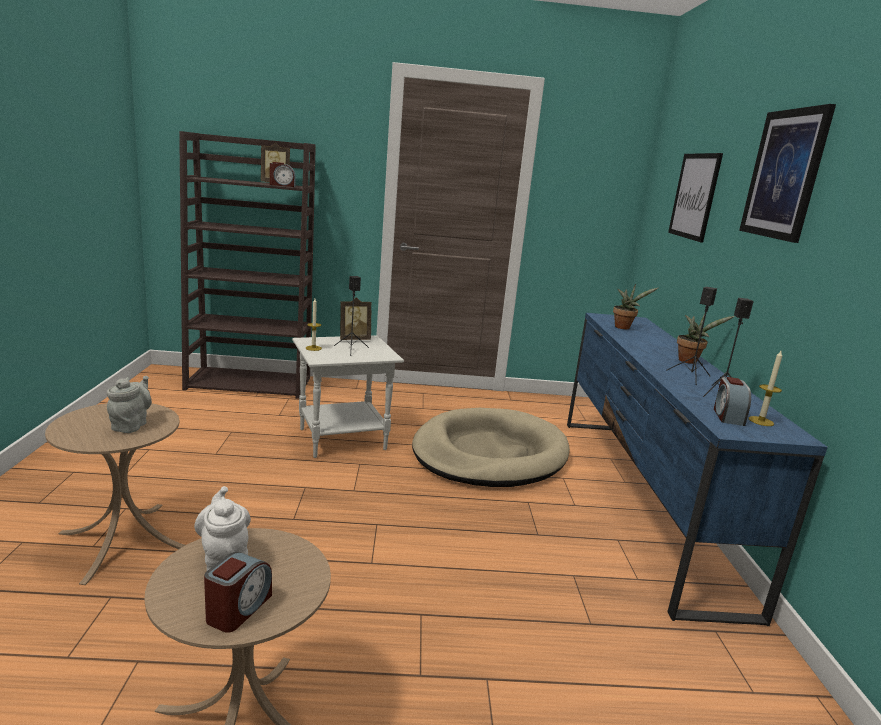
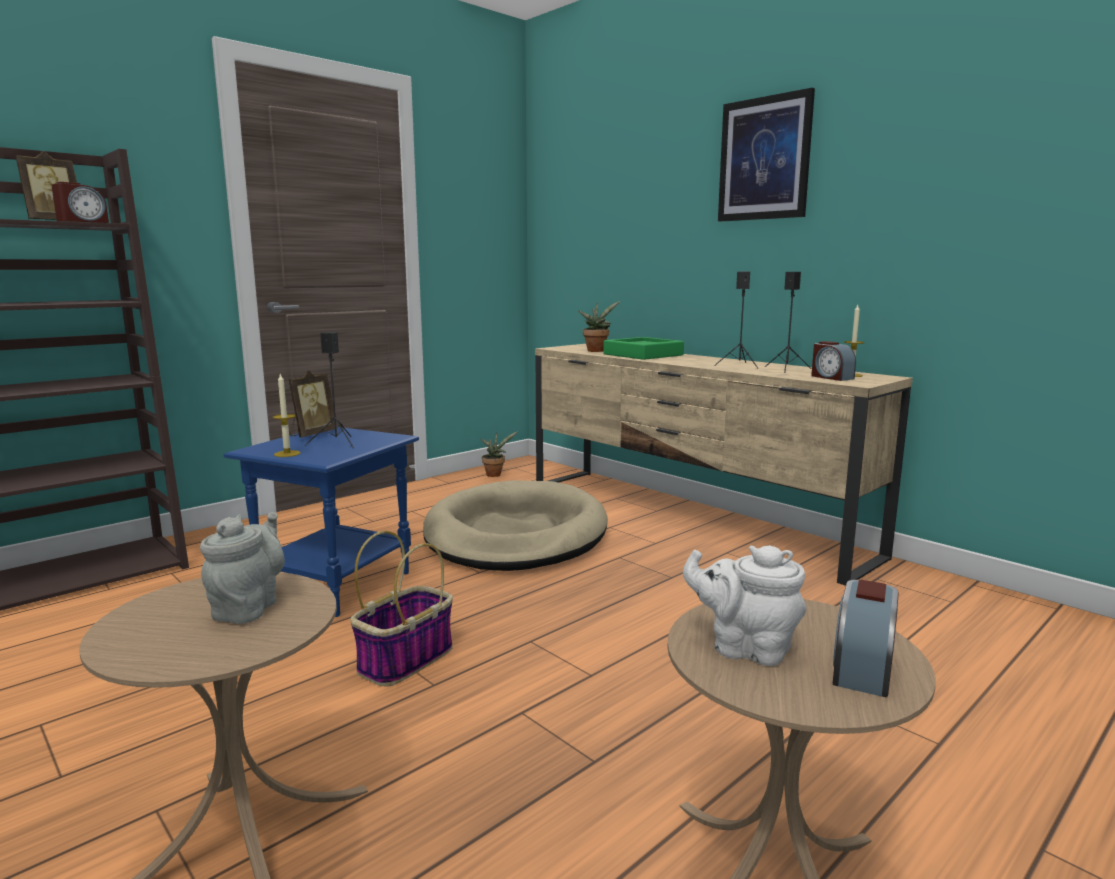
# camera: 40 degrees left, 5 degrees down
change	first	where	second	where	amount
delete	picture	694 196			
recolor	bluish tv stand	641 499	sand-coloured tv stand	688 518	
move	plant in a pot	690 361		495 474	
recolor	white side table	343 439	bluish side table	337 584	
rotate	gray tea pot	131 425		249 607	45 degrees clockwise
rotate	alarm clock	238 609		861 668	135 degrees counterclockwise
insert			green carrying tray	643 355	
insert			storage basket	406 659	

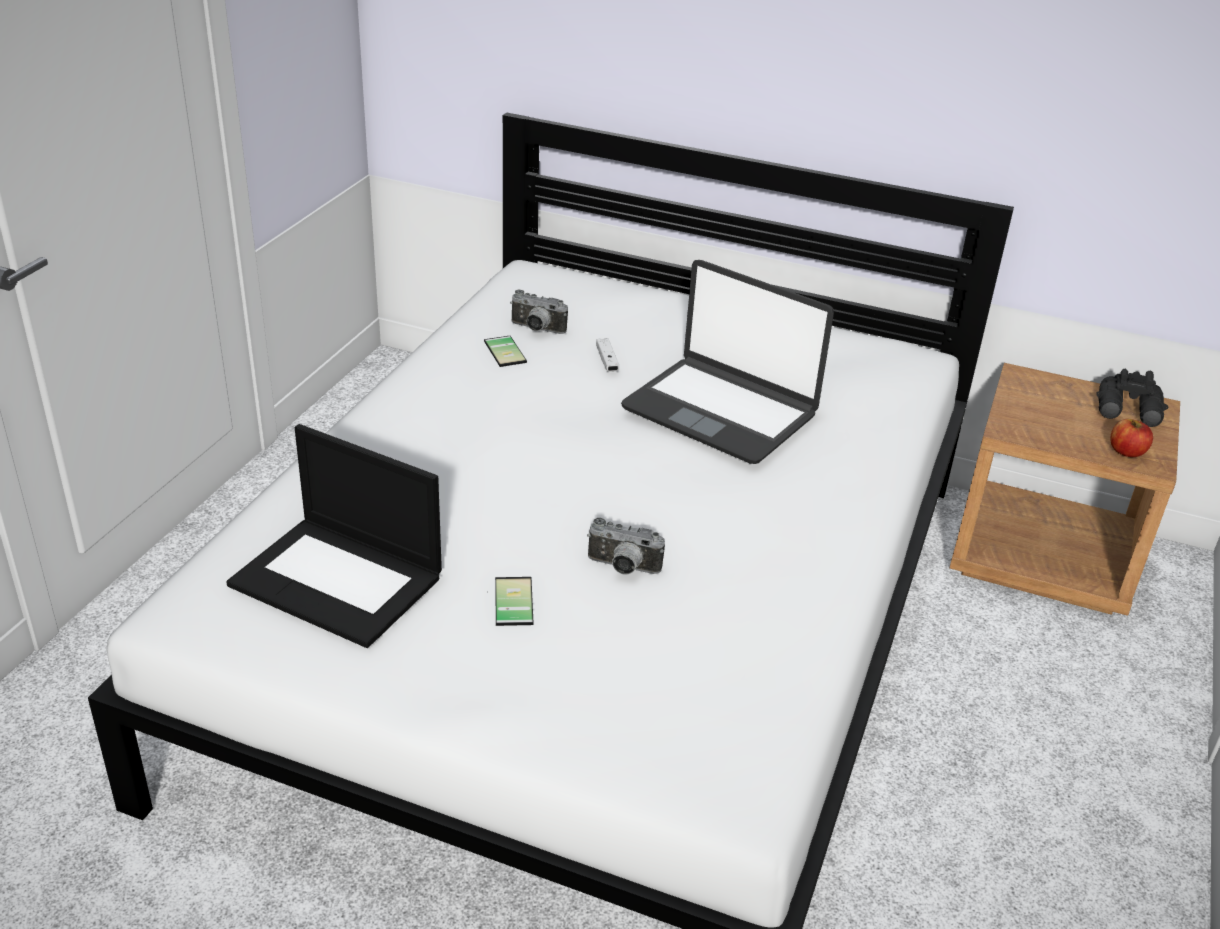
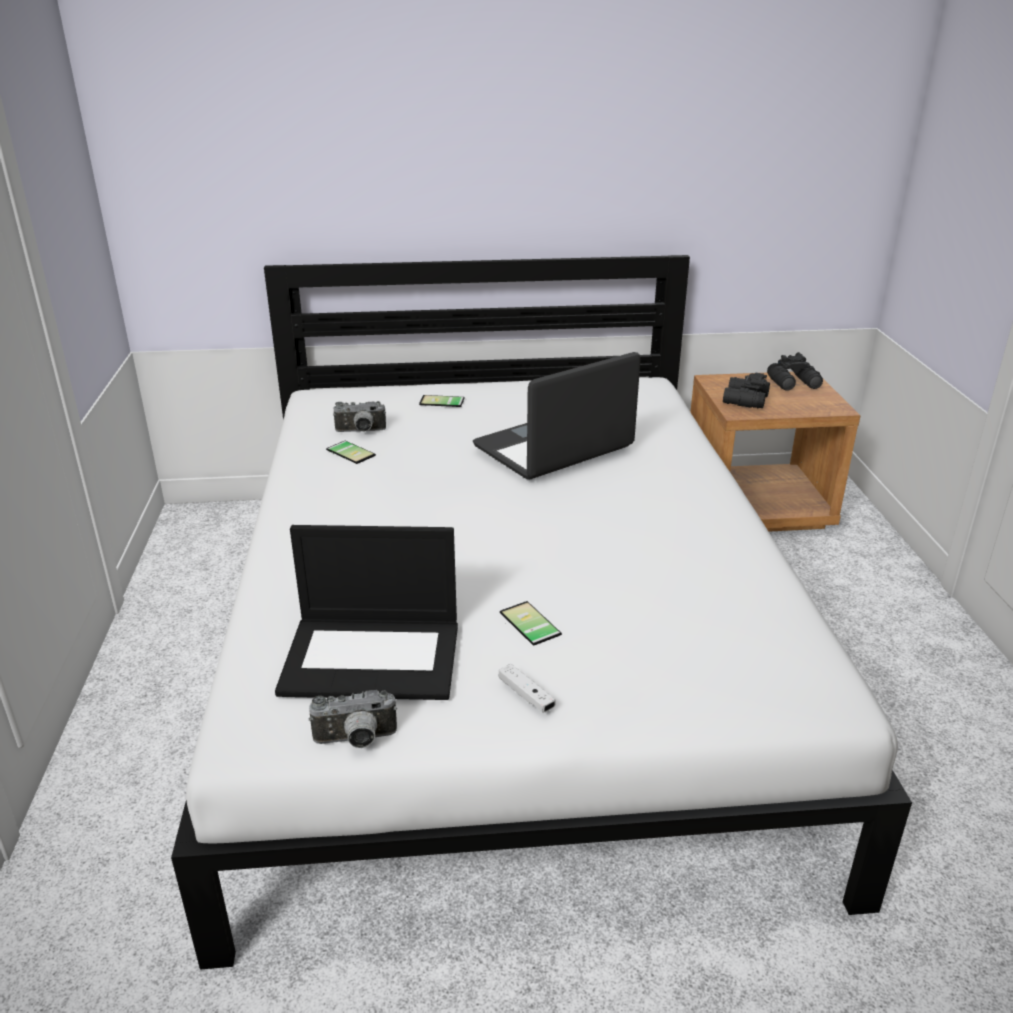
# camera: 25 degrees left, 5 degrees down
change	first	where	second	where	amount
rotate	portable computer	720 411		554 448	135 degrees clockwise
move	white game controller	607 361		526 695	
delete	apple	1126 452			
move	still camera	622 568		356 741	
insert			black-coloured pair of binoculars	744 400	
insert			telephone	441 402	

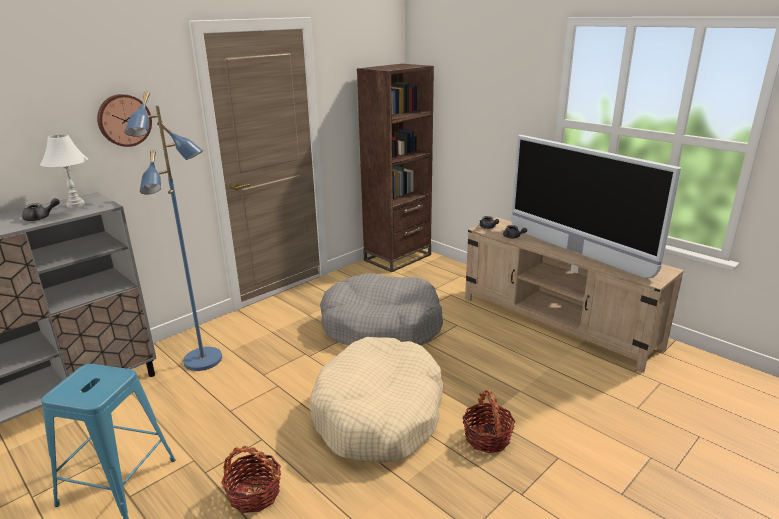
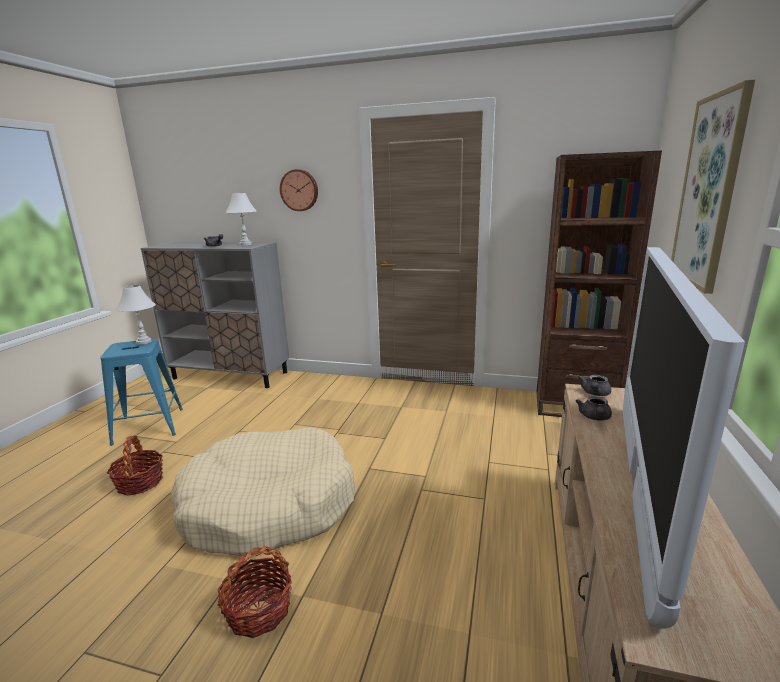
# camera: 60 degrees right, 5 degrees down
change	first	where	second	where	amount
delete	bluish standing lamp	203 360			
delete	gray pet bed	381 326			
insert			picture	709 192	
insert			white table lamp	144 342	

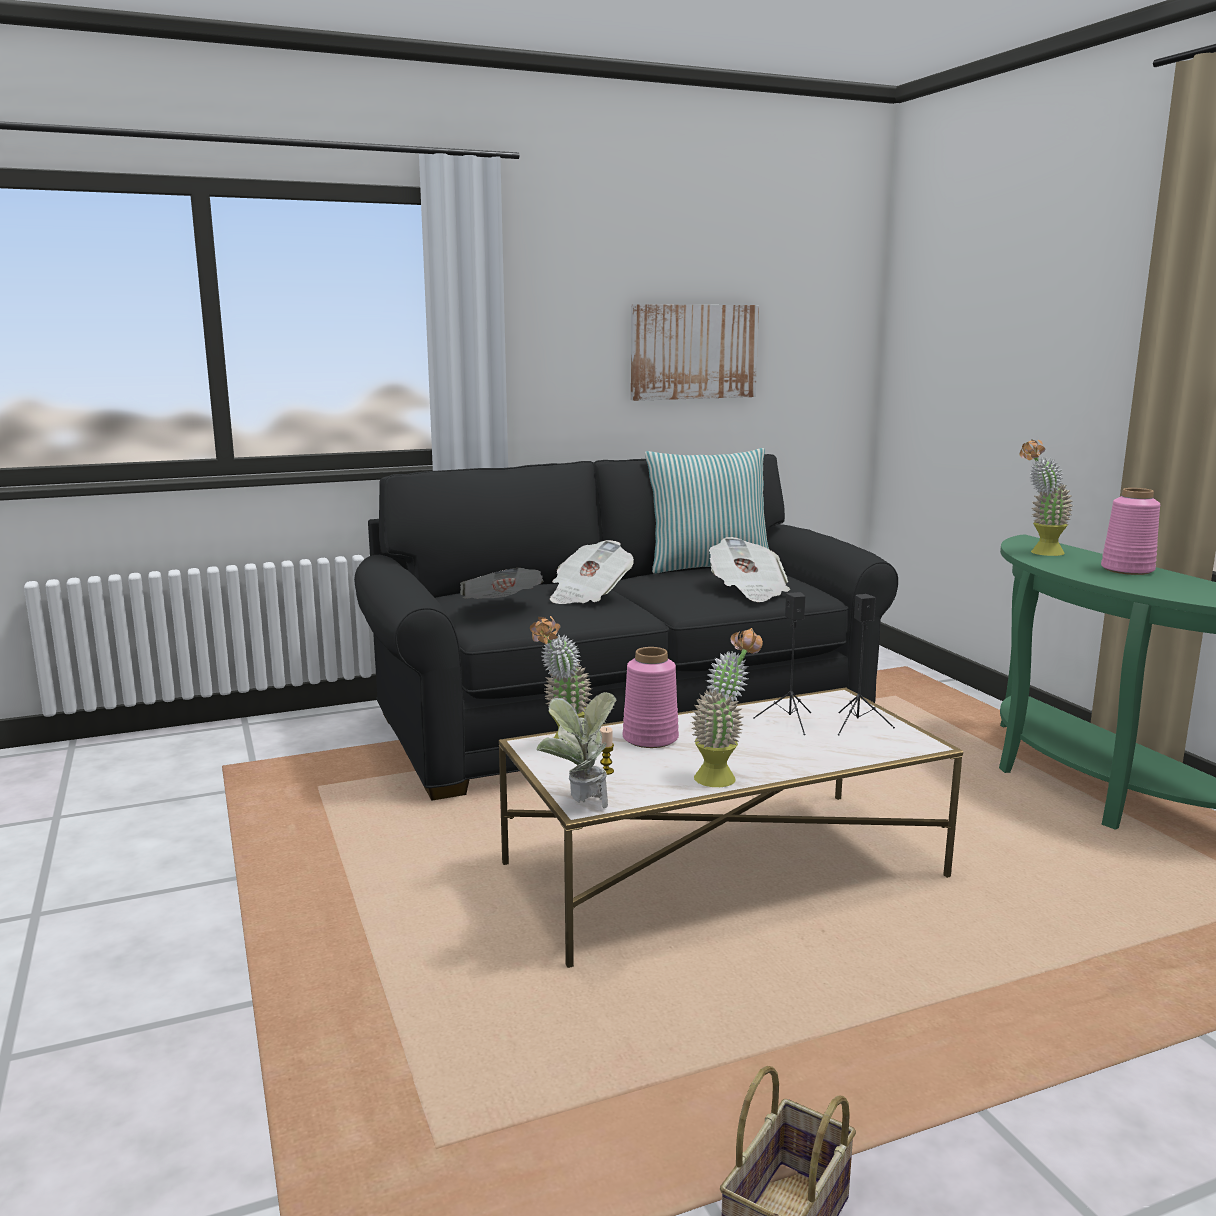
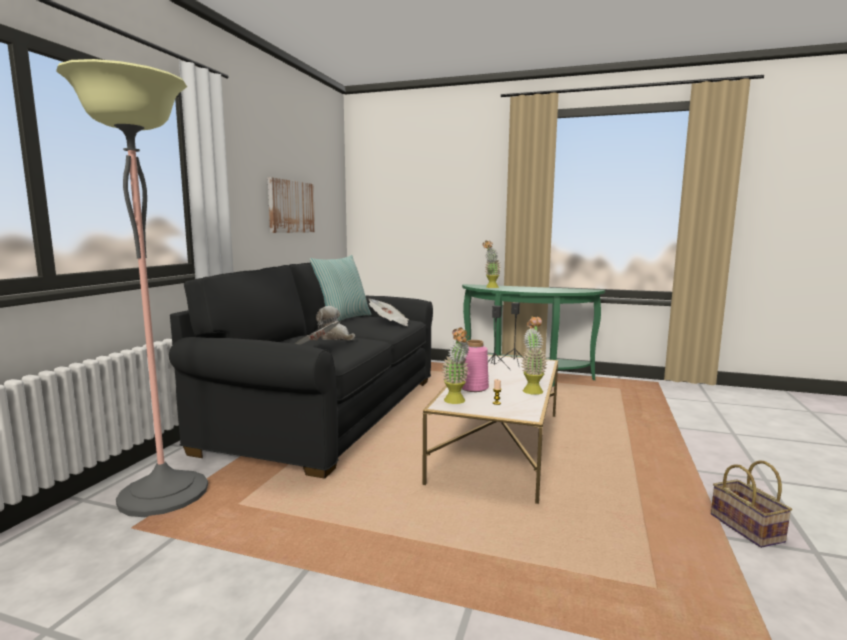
# camera: 50 degrees left, 5 degrees down
change	first	where	second	where	amount
delete	pink flower vase	1128 570			
replace	newspaper	588 596	cuddly toy	335 337	
delete	plant in a pot	580 806			
insert			standing lamp	163 494	

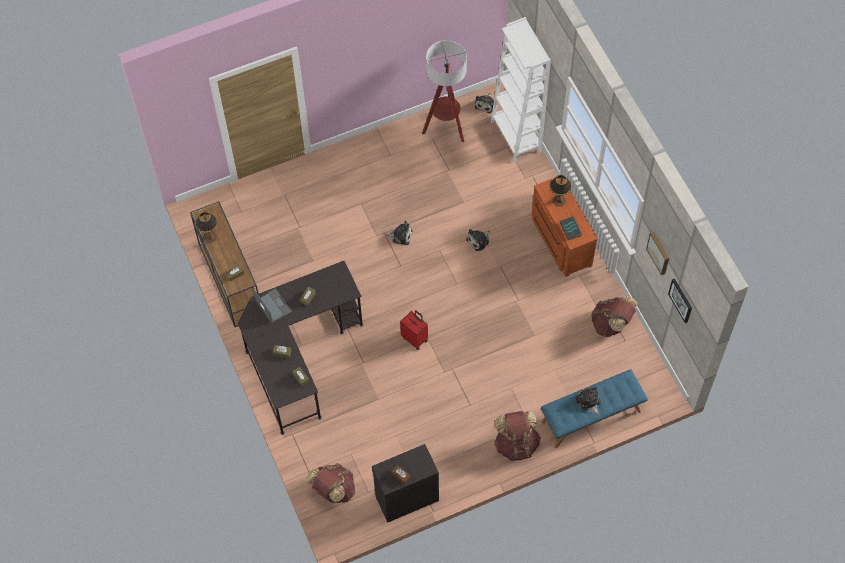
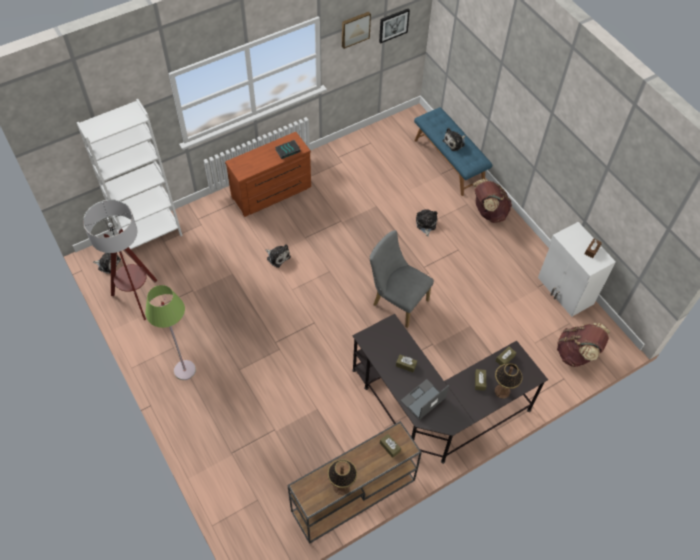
# camera: 100 degrees left, 5 degrees down
change	first	where	second	where	amount
move	table lamp	558 201		502 391	
move	cuddly toy	401 236		426 224	
delete	brownish rucksack	611 324			
replace	red suitcase	415 338	gray upright chair	397 301	
recolor	black-coloured storage cabinet	406 498	white storage cabinet	565 291	
insert			green standing lamp	184 370	

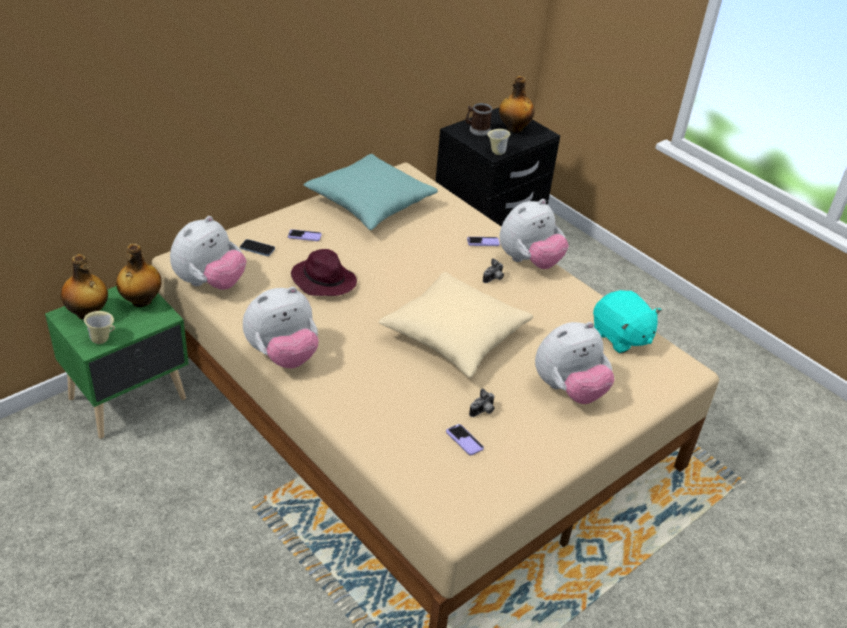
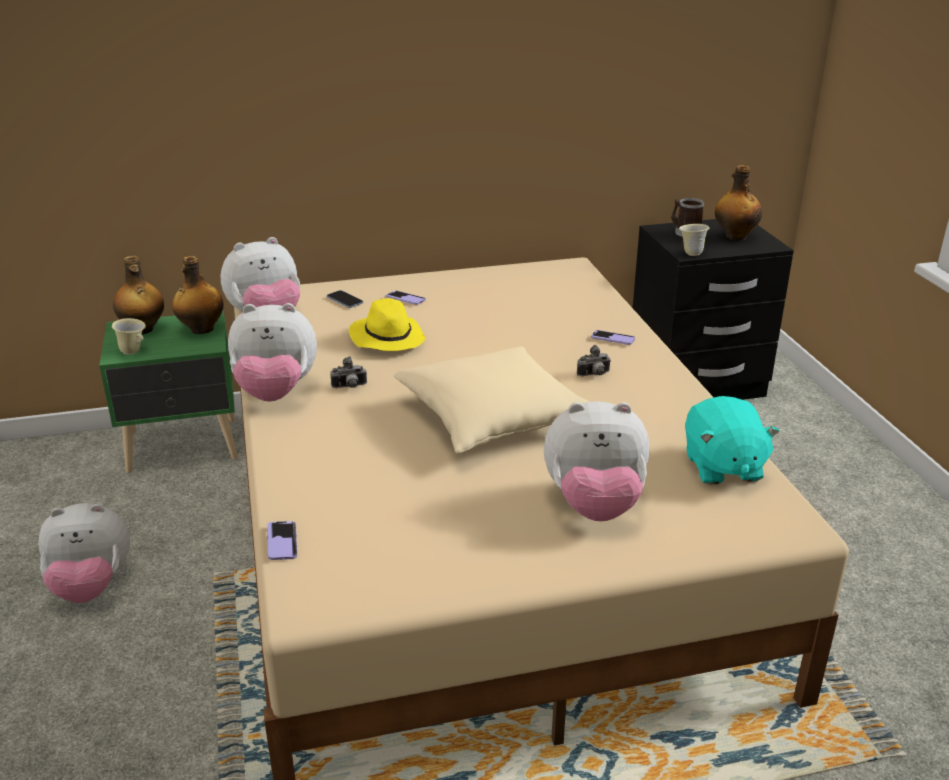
# camera: 30 degrees right, 10 degrees down
change	first	where	second	where	amount
delete	blue-green pillow	370 203			
move	cuddly toy	529 261		91 587	
recolor	purple-coloured clothing hat	323 280	yellow-coloured clothing hat	387 338	
move	still camera	483 412		349 387	
move	telephone	464 440		282 542	

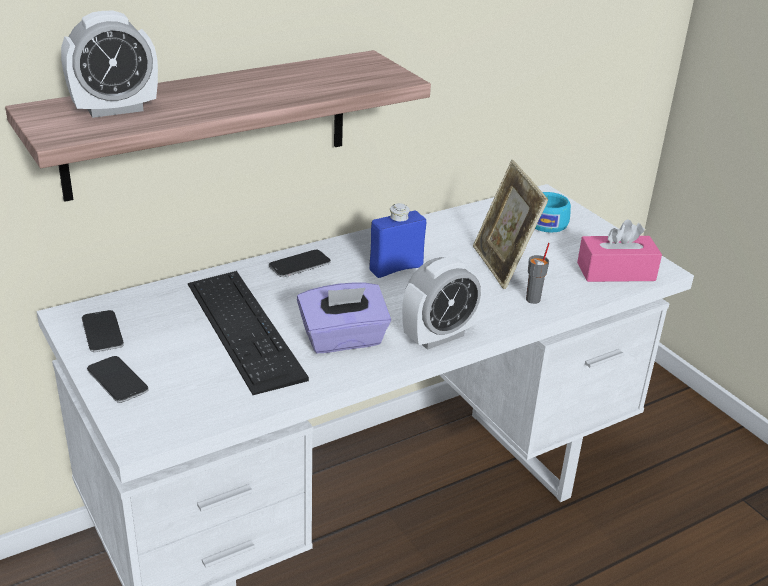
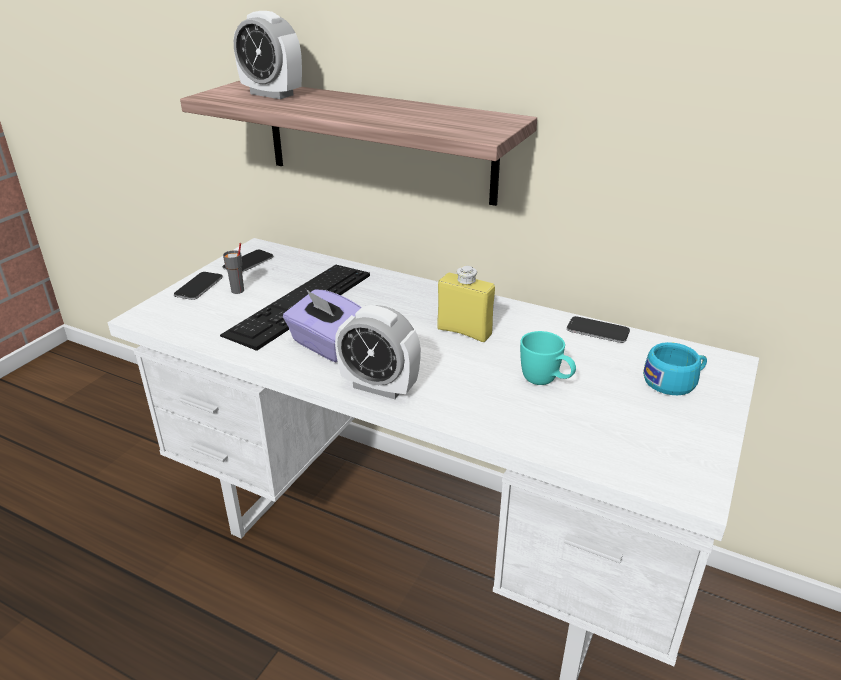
# camera: 60 degrees right, 0 degrees up
change	first	where	second	where	amount
replace	photo frame	503 266	blue-green coffee mug	545 382	
recolor	bluish bottle	396 268	yellow-coloured bottle	464 331	
delete	pink tissue box	616 271			
move	gray small cup	533 299		238 291	
move	telephone	299 265		597 331	

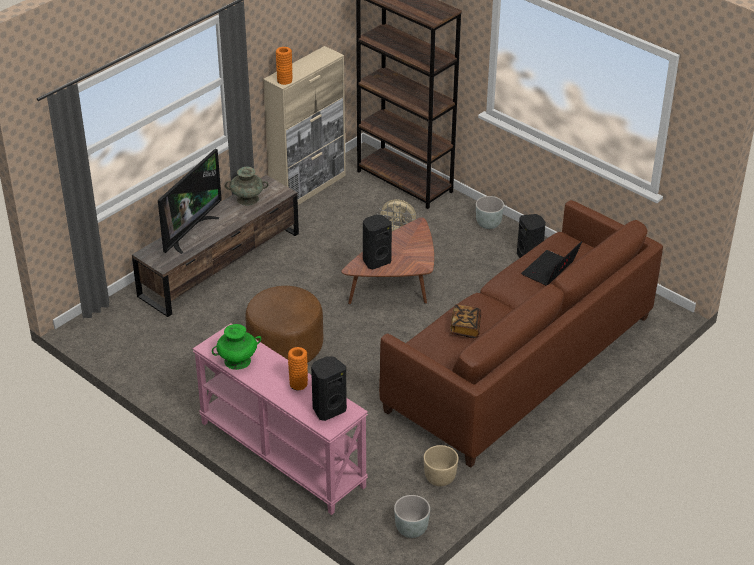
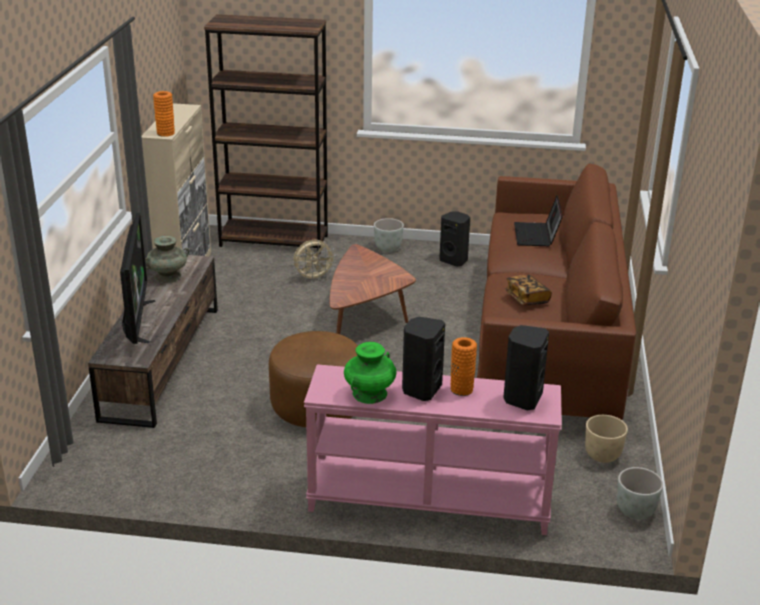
# camera: 35 degrees left, 10 degrees down
change	first	where	second	where	amount
move	black-coloured audio speaker	376 261		420 389	

